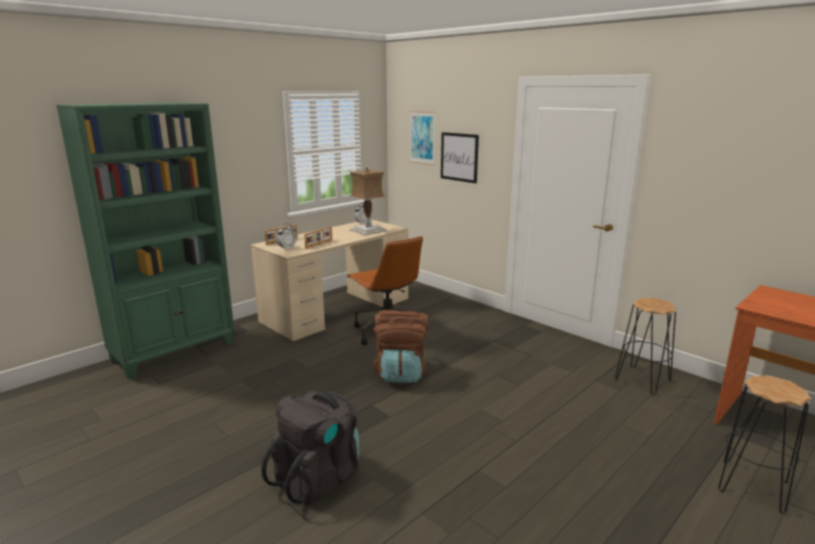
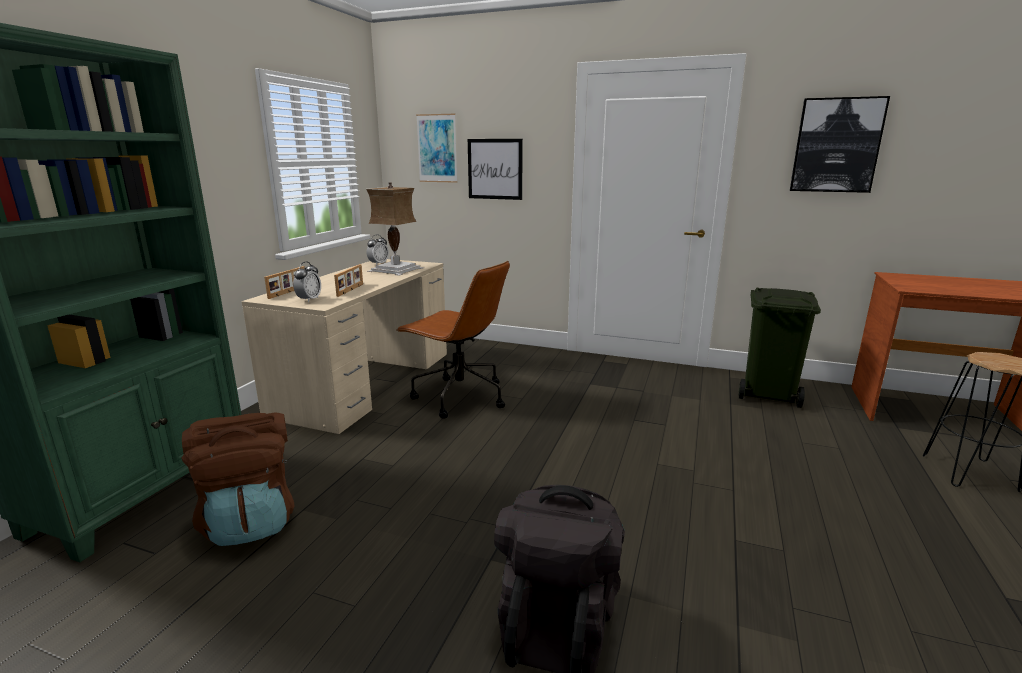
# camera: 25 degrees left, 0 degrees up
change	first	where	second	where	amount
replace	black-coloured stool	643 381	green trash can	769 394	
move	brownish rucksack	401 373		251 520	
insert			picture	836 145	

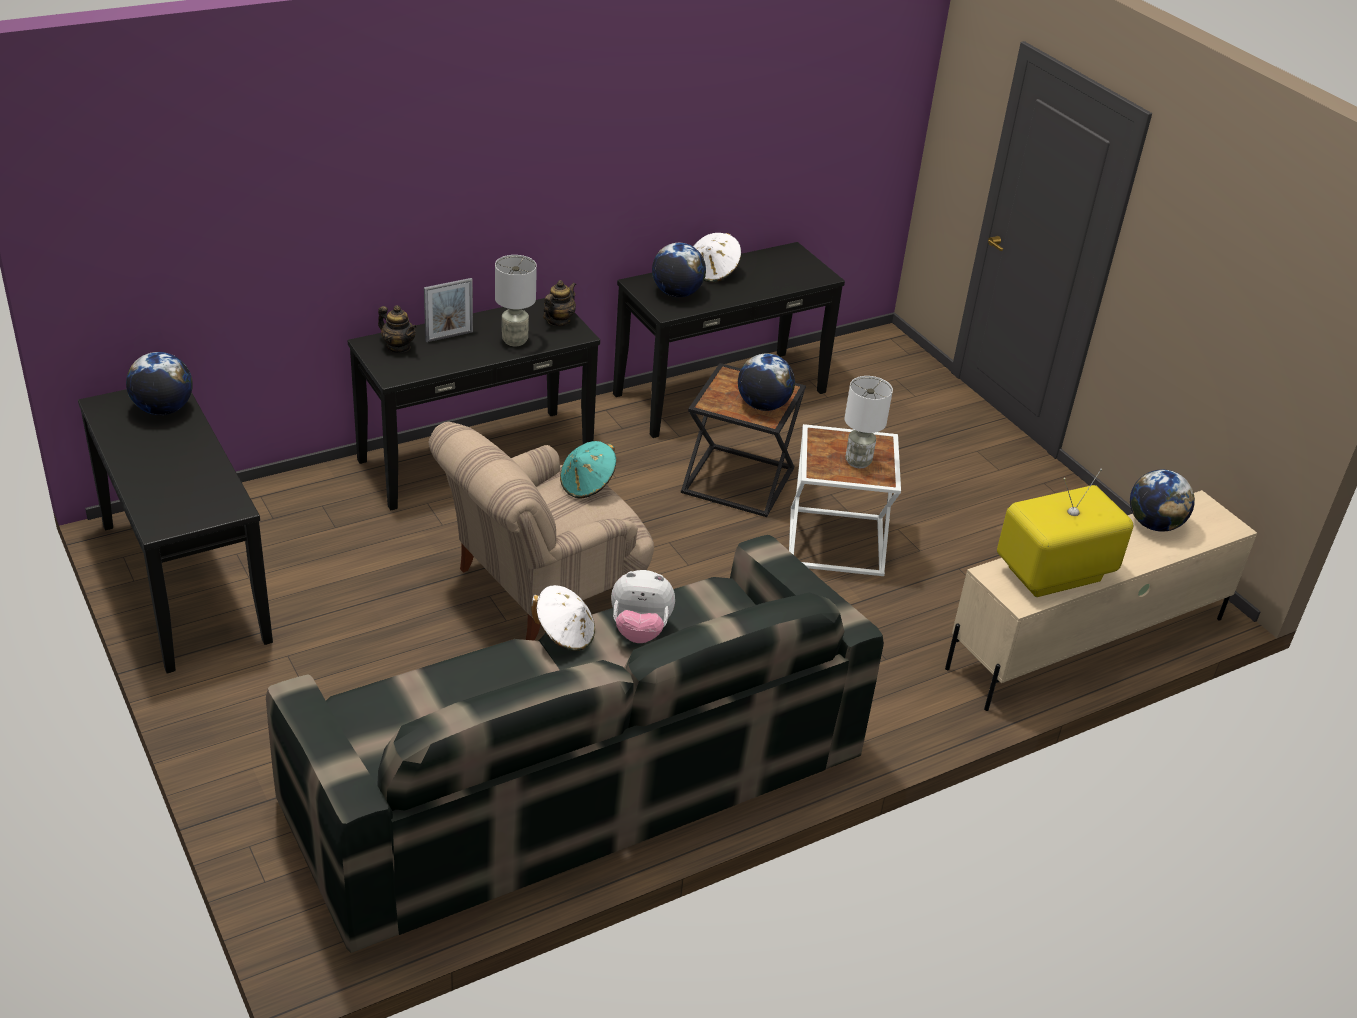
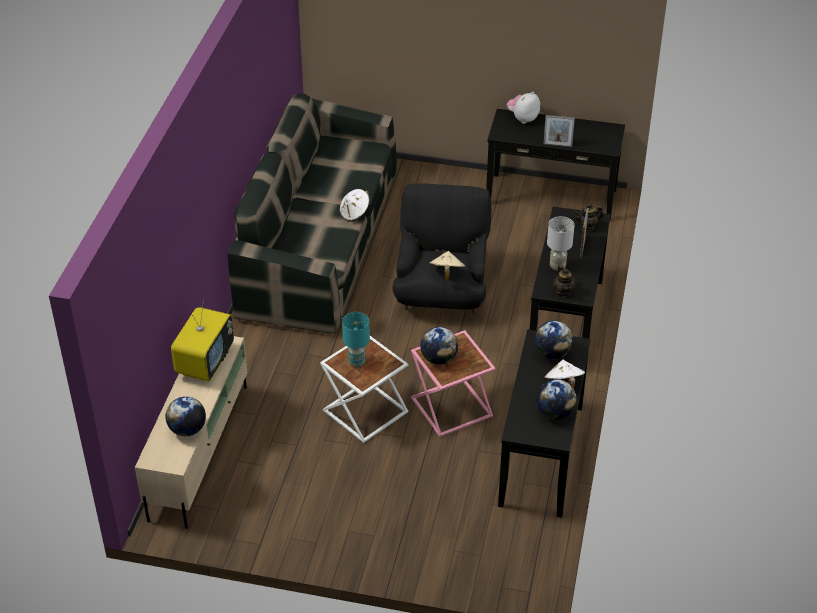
# camera: 135 degrees right, 5 degrees up
change	first	where	second	where	amount
move	globe	163 409		555 413	
recolor	black-coloured side table	740 480	pink side table	451 408	
recolor	white table lamp	858 461	blue-green table lamp	357 362	
recolor	sand-coloured lounge chair	541 587	black-coloured lounge chair	441 292	
recolor	blue-green clothing hat	587 485	sand-coloured clothing hat	446 273	
move	cuddly toy	640 631		523 119	
insert			photo frame	557 145	

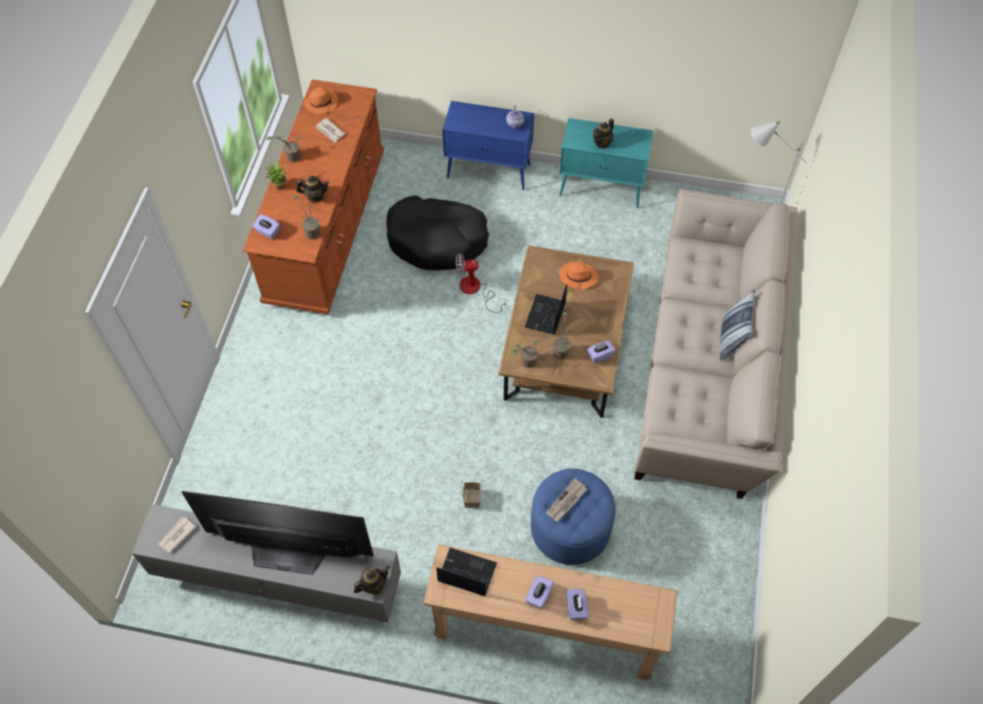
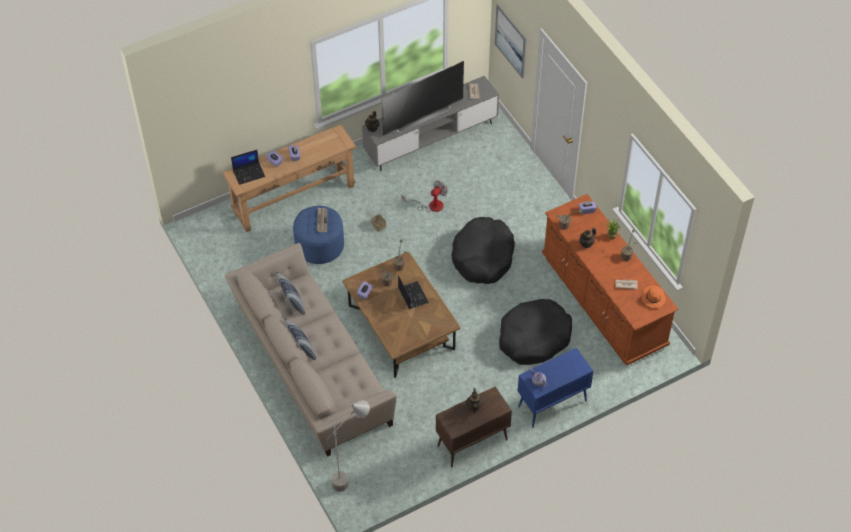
# camera: 140 degrees right, 5 degrees down
change	first	where	second	where	amount
recolor	blue-green storage cabinet	602 189	brownish storage cabinet	471 443	
move	cooling fan	475 290		430 205	
delete	orangey clothing hat	577 277			
move	portable computer	466 573		249 173	
insert			picture	511 41	
insert			black-coloured pet bed	483 257	
insert			pillow	292 303	

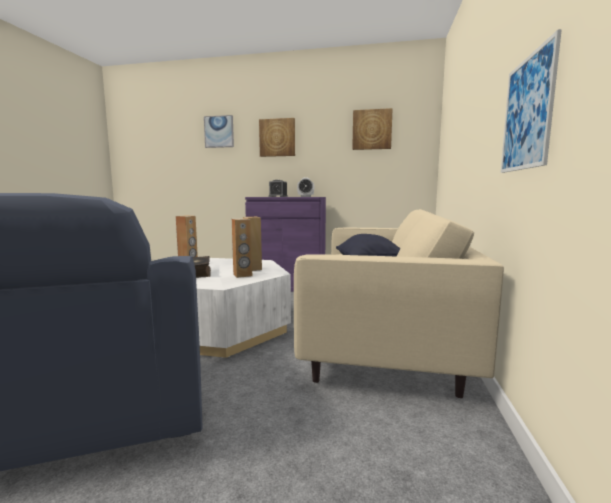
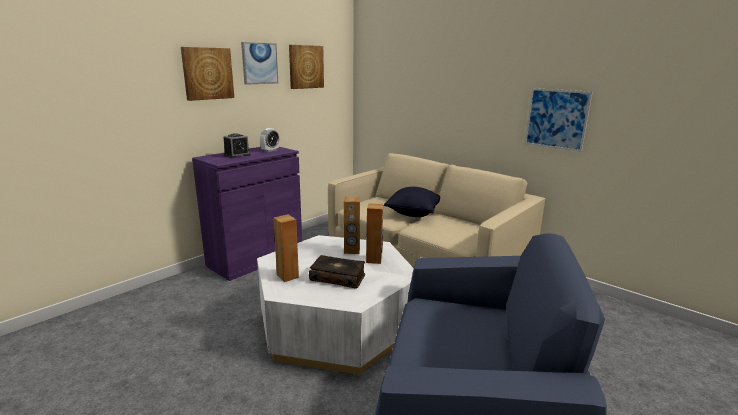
# camera: 60 degrees left, 10 degrees up
change	first	where	second	where	amount
move	picture	219 131		259 63	

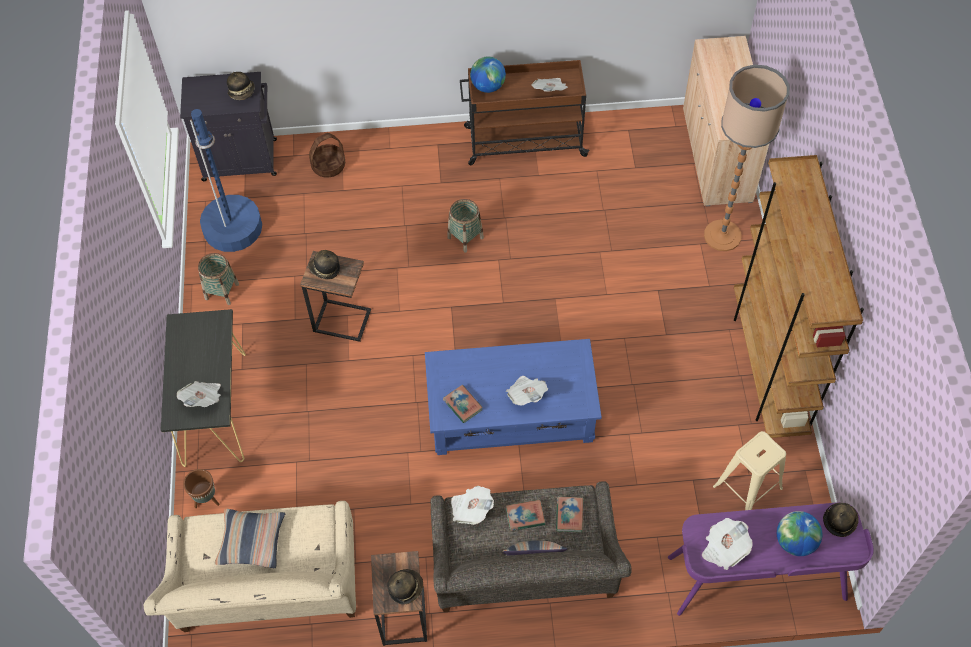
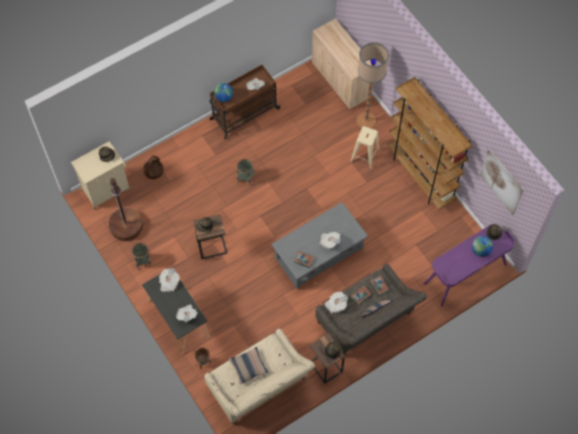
# camera: 30 degrees left, 5 degrees up
change	first	where	second	where	amount
recolor	black-coloured storage cabinet	241 160	sand-coloured storage cabinet	106 189	
recolor	bluish standing lamp	232 227	brownish standing lamp	126 226	
recolor	bluish lounge table	510 413	gray lounge table	318 253	
move	sand-coloured stool	747 488		364 155	
move	newspaper	724 548		169 283	
insert			picture	501 181	

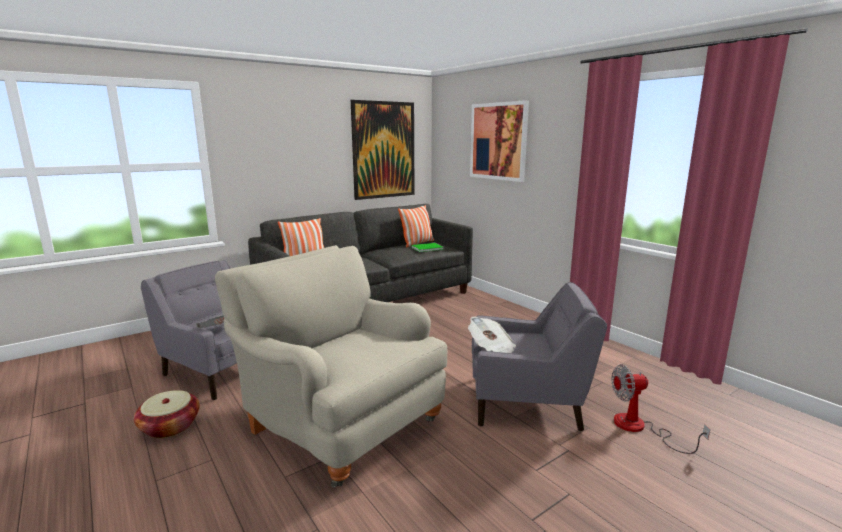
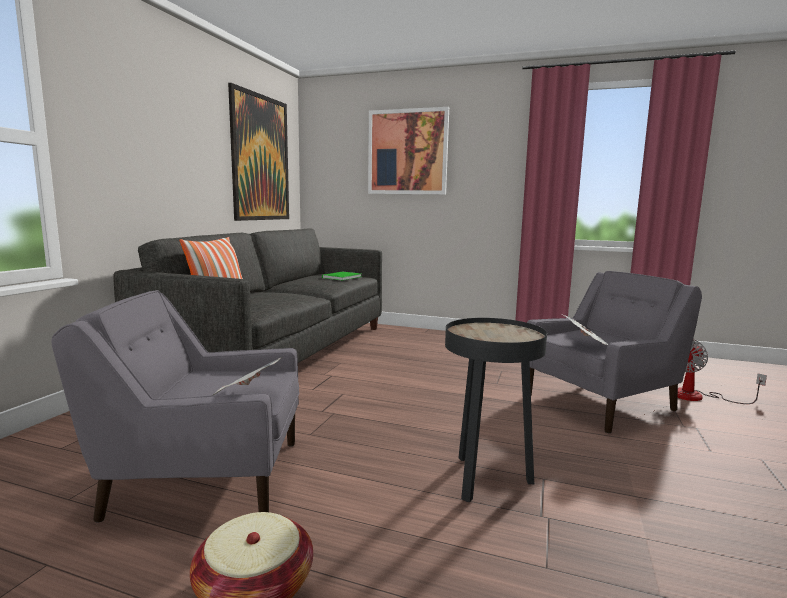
# camera: 35 degrees left, 5 degrees down
change	first	where	second	where	amount
delete	pillow	417 243			
replace	sand-coloured lounge chair	339 422	black-coloured side table	485 480	

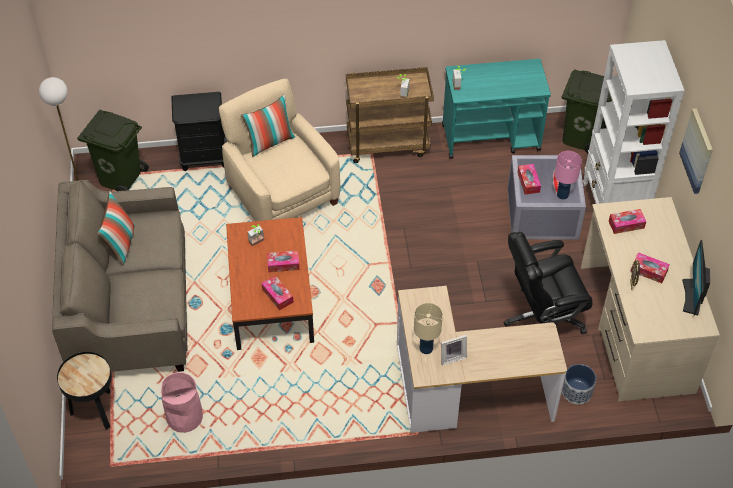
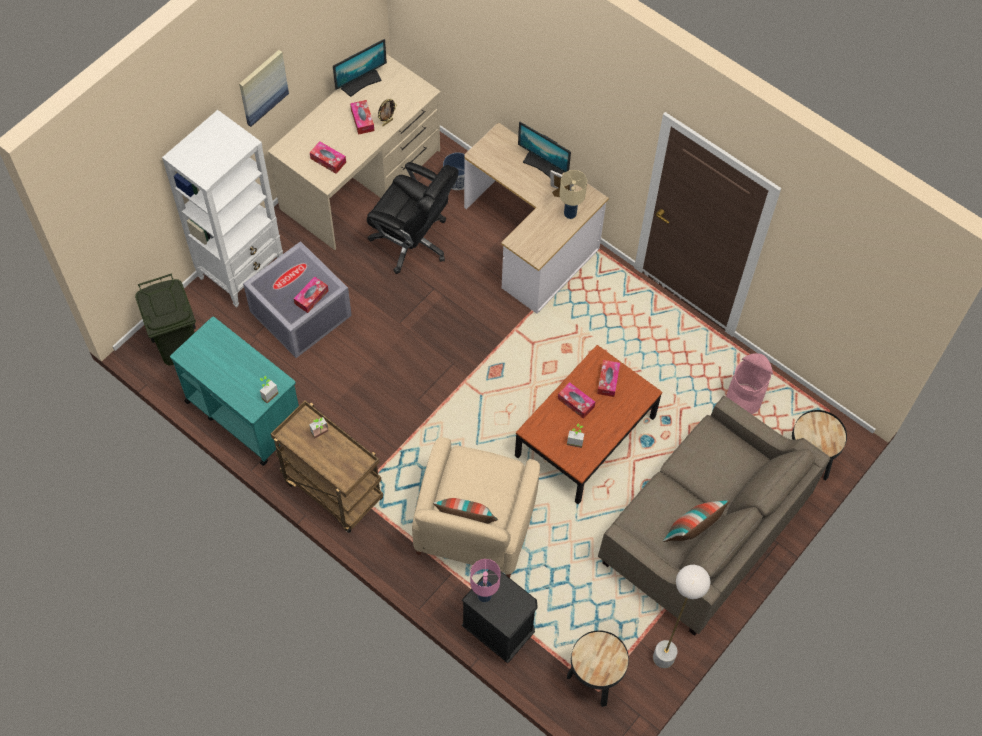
# camera: 135 degrees left, 10 degrees up
change	first	where	second	where	amount
replace	green trash can	121 178	black-coloured side table	593 681	
move	pink table lamp	562 195		484 595	
insert			computer screen	543 165	

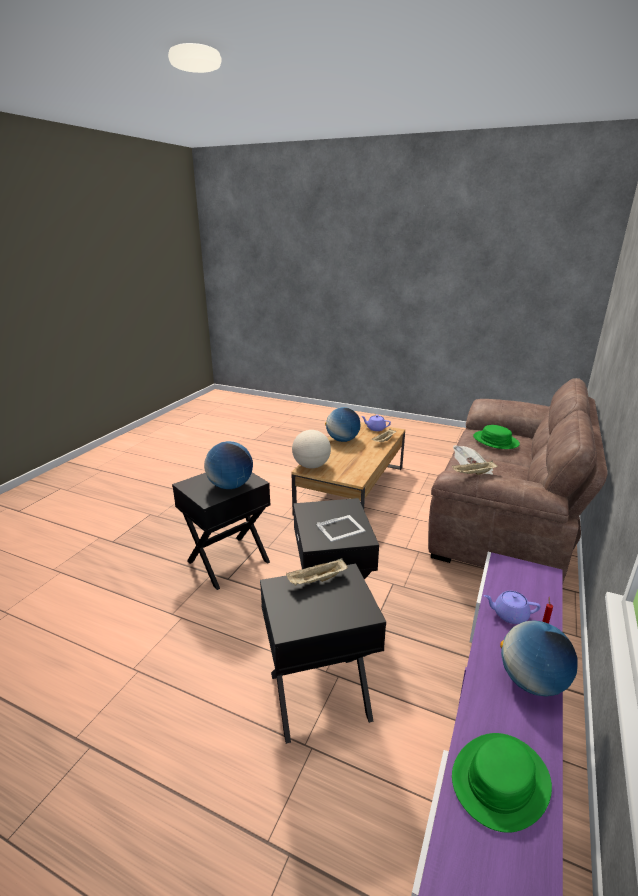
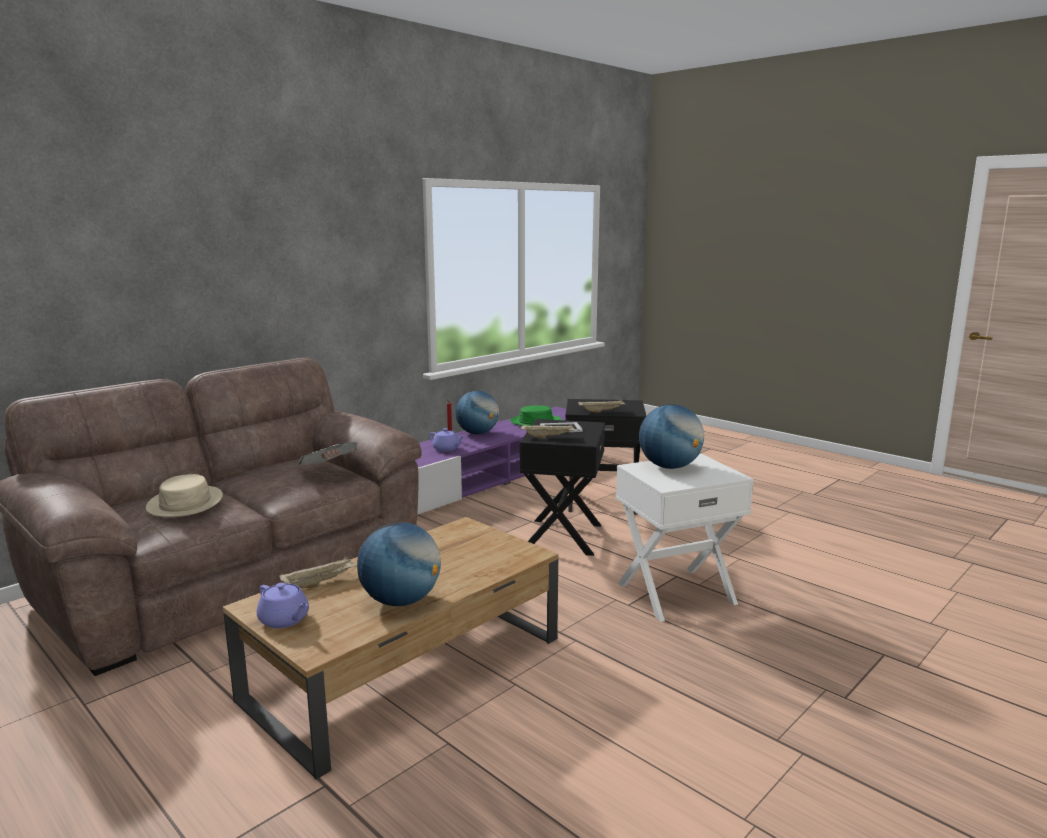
# camera: 160 degrees left, 10 degrees down
change	first	where	second	where	amount
recolor	green clothing hat	495 441	sand-coloured clothing hat	185 503	
delete	globe	311 466			
move	sand-coloured carrying tray	473 474		548 437	
recolor	black-coloured side table	229 562	white side table	675 592	

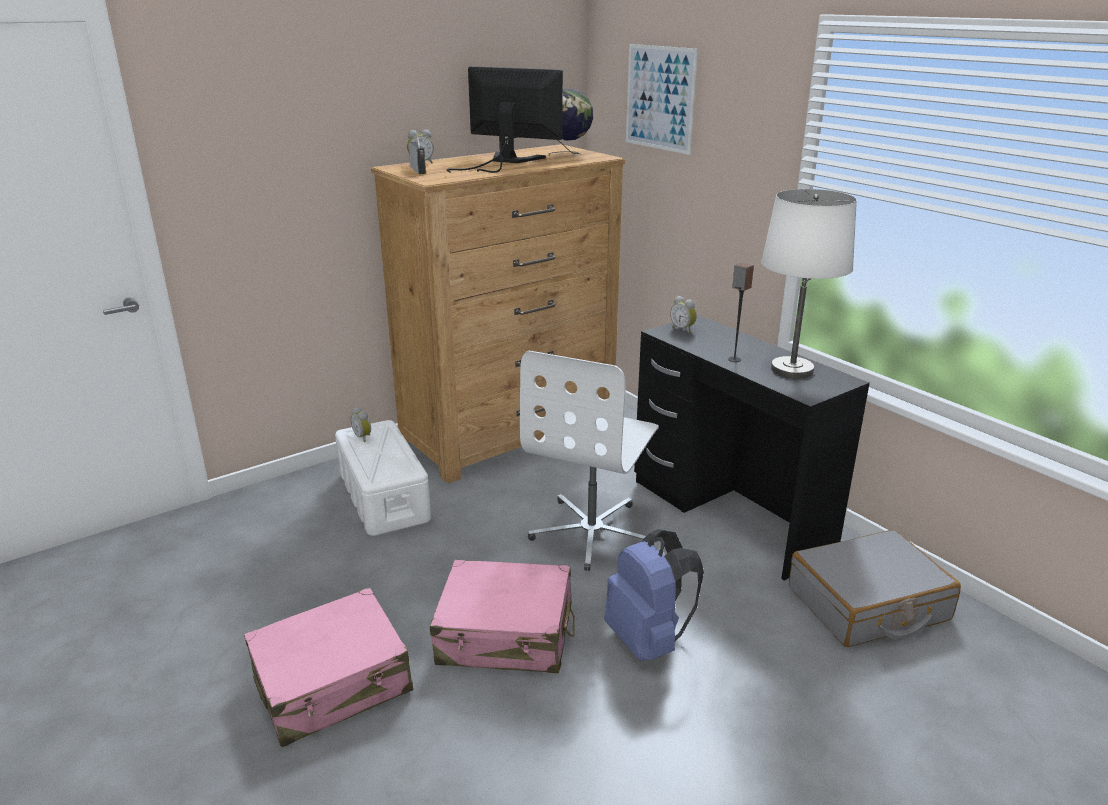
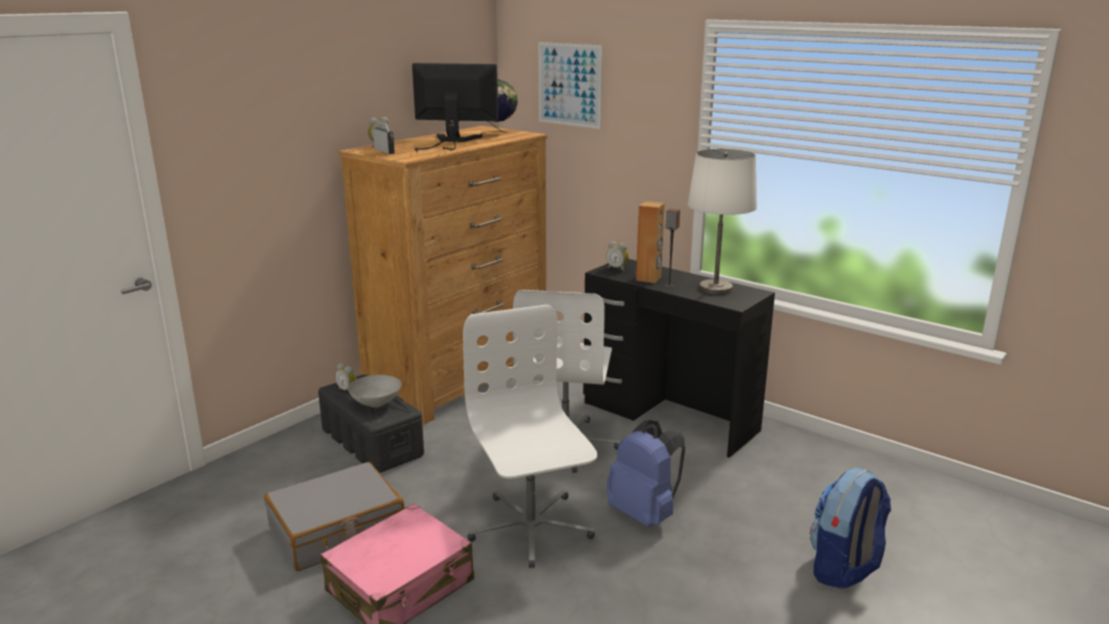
# camera: 15 degrees left, 5 degrees down
change	first	where	second	where	amount
recolor	white storage bin	383 496	black-coloured storage bin	371 442	
move	gray suitcase	868 604		337 531	
replace	pink suitcase	506 634	white desk chair	530 528	
insert			brownish audio speaker	649 278	
insert			gray serving bowl	375 403	
insert			rucksack	844 569	

